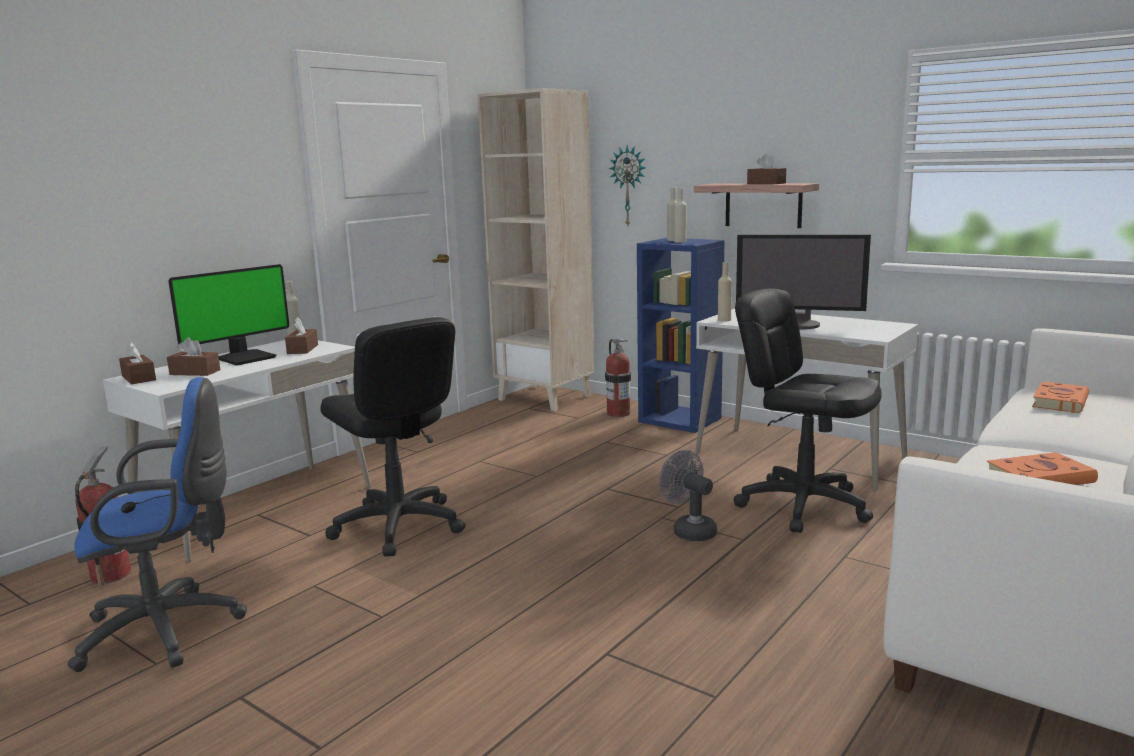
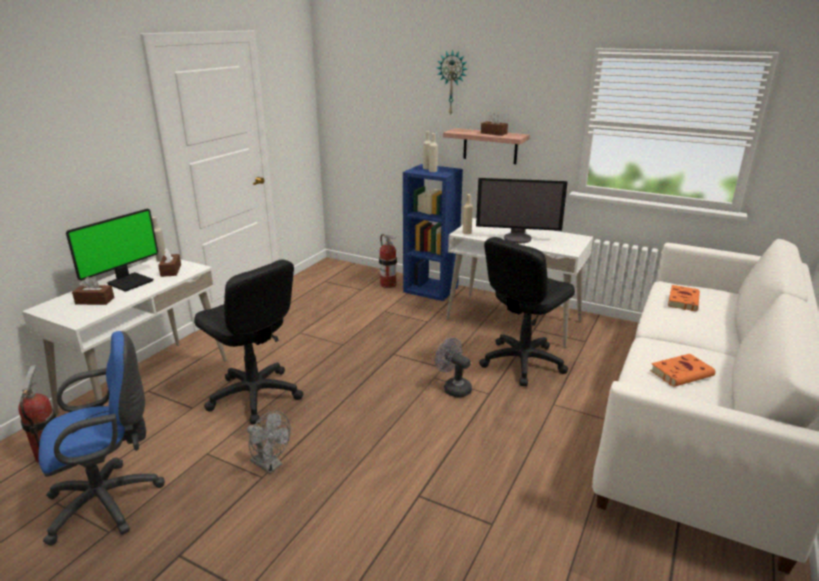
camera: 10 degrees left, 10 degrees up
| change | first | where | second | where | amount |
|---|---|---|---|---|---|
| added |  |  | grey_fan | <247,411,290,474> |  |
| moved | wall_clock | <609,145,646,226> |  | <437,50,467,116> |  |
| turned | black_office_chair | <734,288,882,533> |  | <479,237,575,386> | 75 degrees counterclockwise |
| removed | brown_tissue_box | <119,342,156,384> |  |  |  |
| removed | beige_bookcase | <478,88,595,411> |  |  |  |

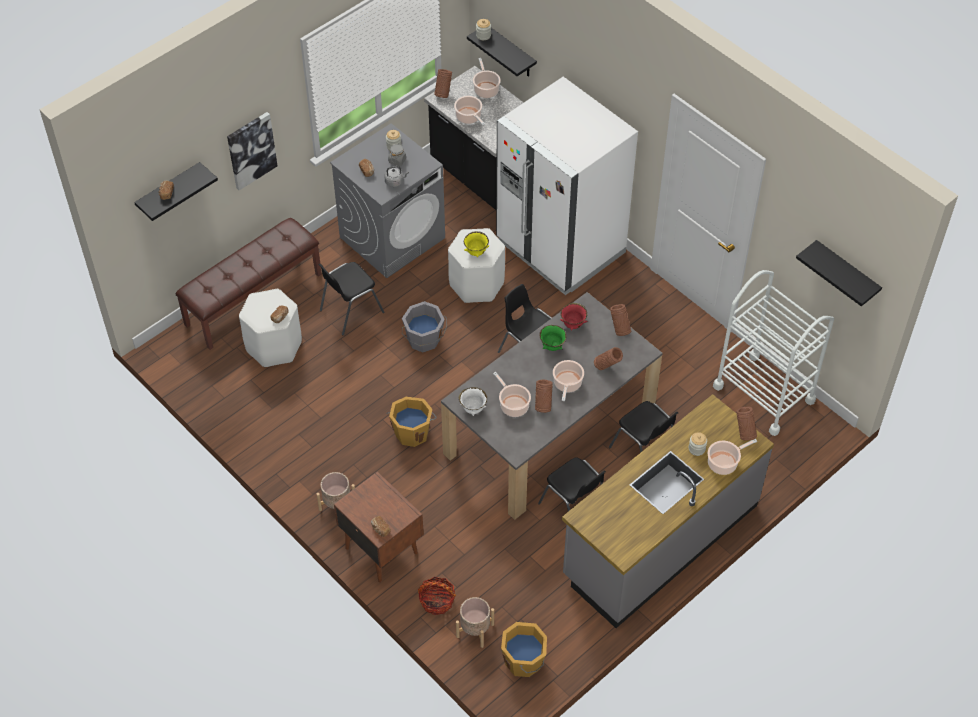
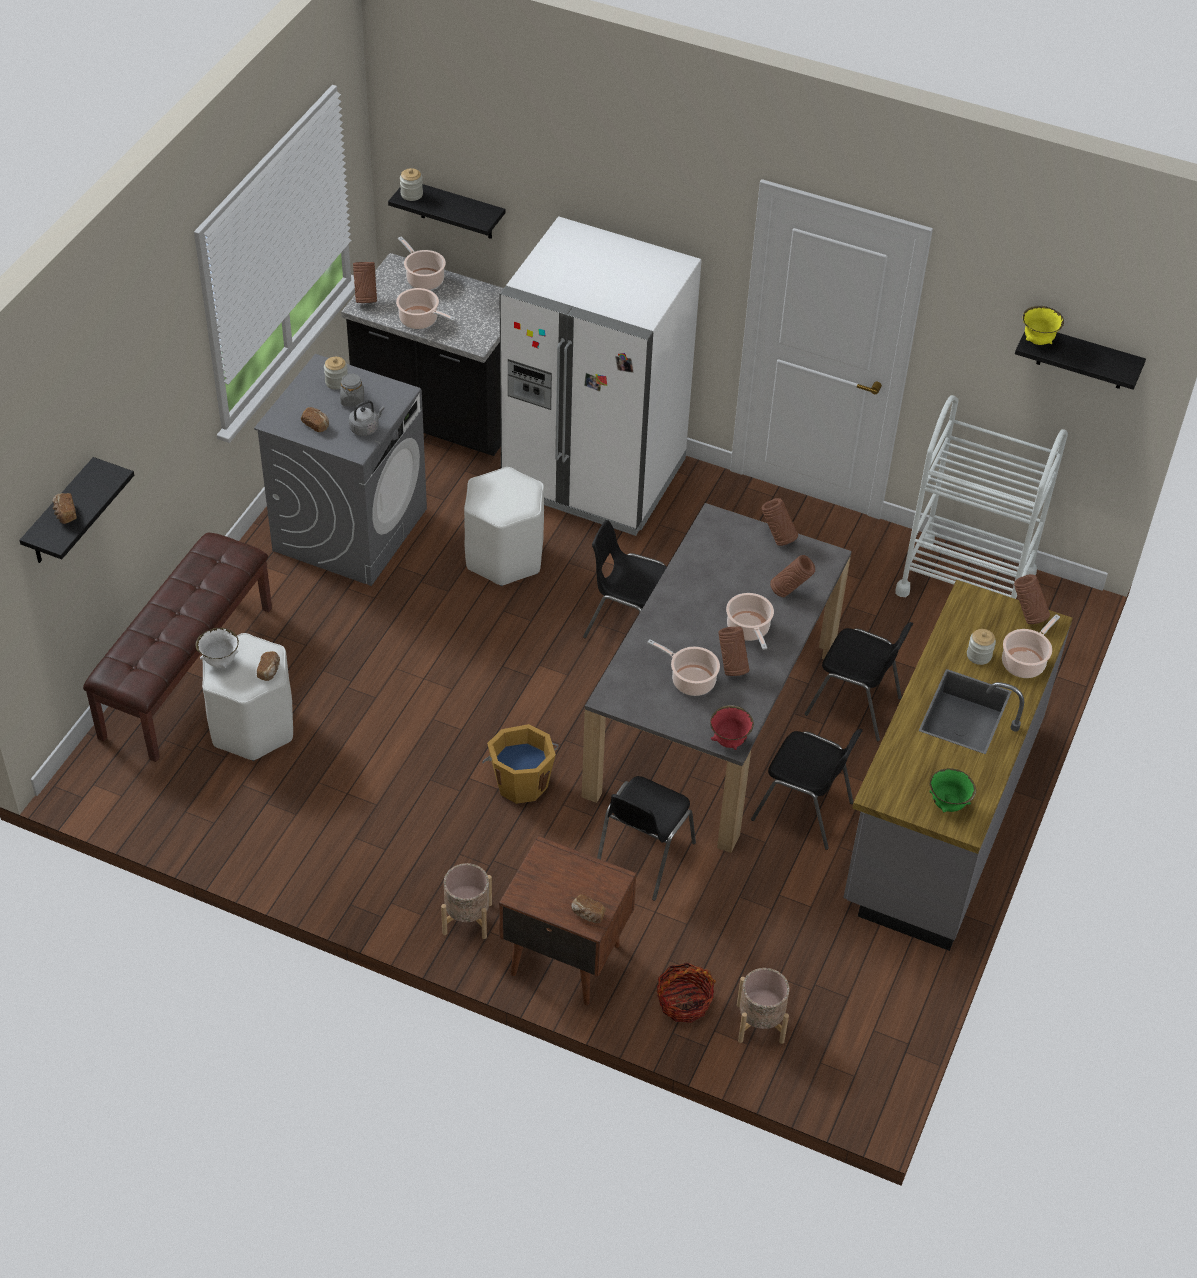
camera: 25 degrees left, 5 degrees down
| change | first | where | second | where | amount |
|---|---|---|---|---|---|
| moved | white_bowl | <459,387,487,416> |  | <195,628,239,668> |  |
| moved | black_chair | <319,262,384,336> |  | <597,776,696,901> |  |
| moved | red_bowl | <560,303,587,330> |  | <710,705,754,750> |  |
| moved | green_bowl | <539,325,566,351> |  | <929,768,976,812> |  |
| moved | yellow_bowl | <464,231,490,257> |  | <1023,306,1064,345> |  |
| removed | picture | <227,112,278,190> |  |  |  |
| removed | grey_bucket | <402,301,447,352> |  |  |  |
| removed | orange_bucket | <501,622,547,677> |  |  |  |

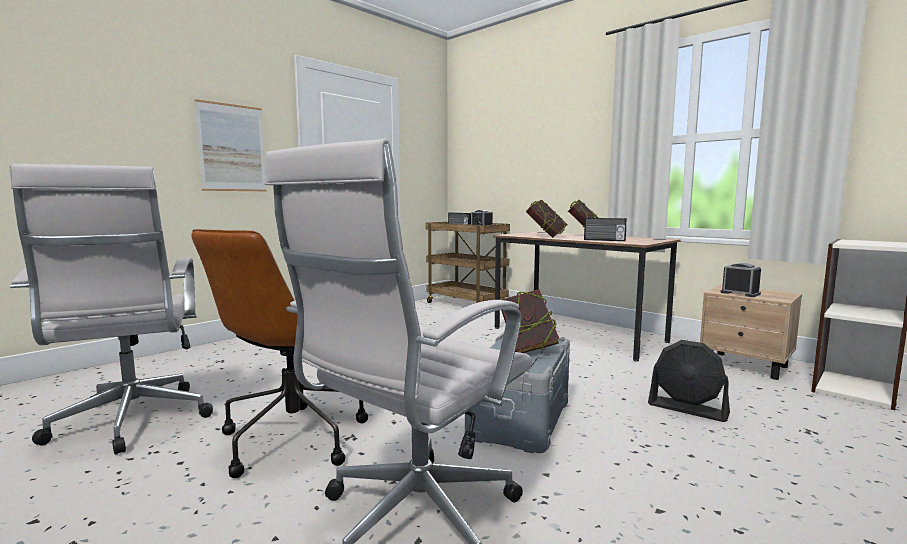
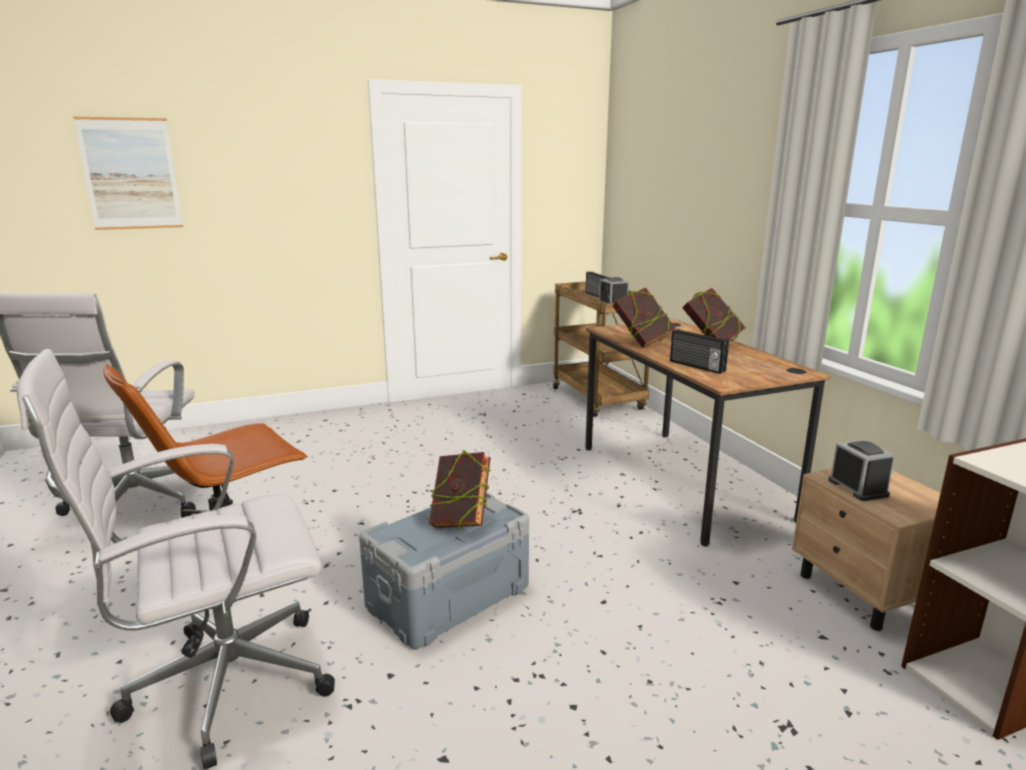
camera: 25 degrees right, 10 degrees up
| change | first | where | second | where | amount |
|---|---|---|---|---|---|
| moved | picture | <195,99,267,191> |  | <73,117,183,230> |  |
| removed | black_fan | <648,340,730,422> |  |  |  |

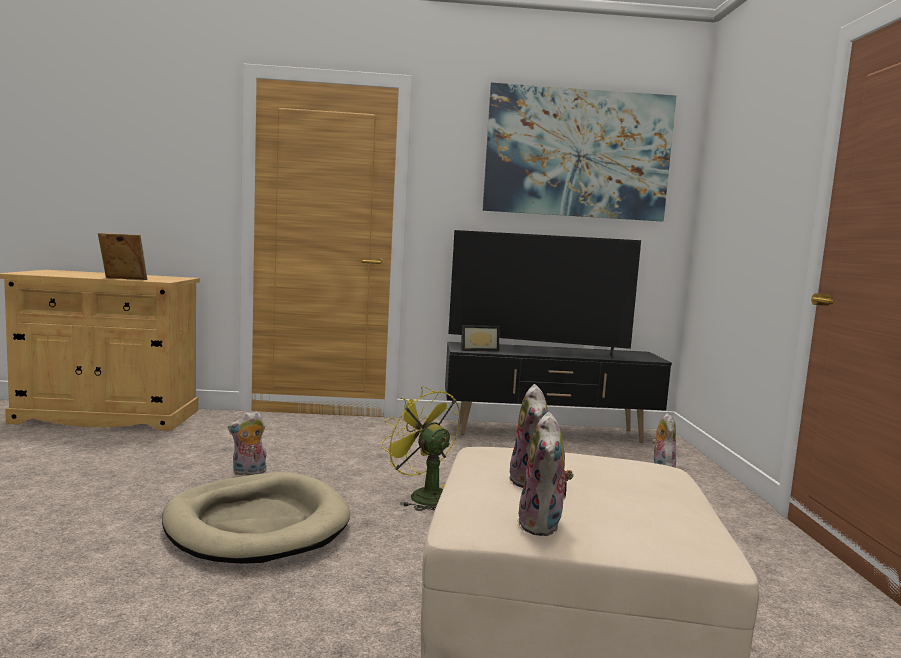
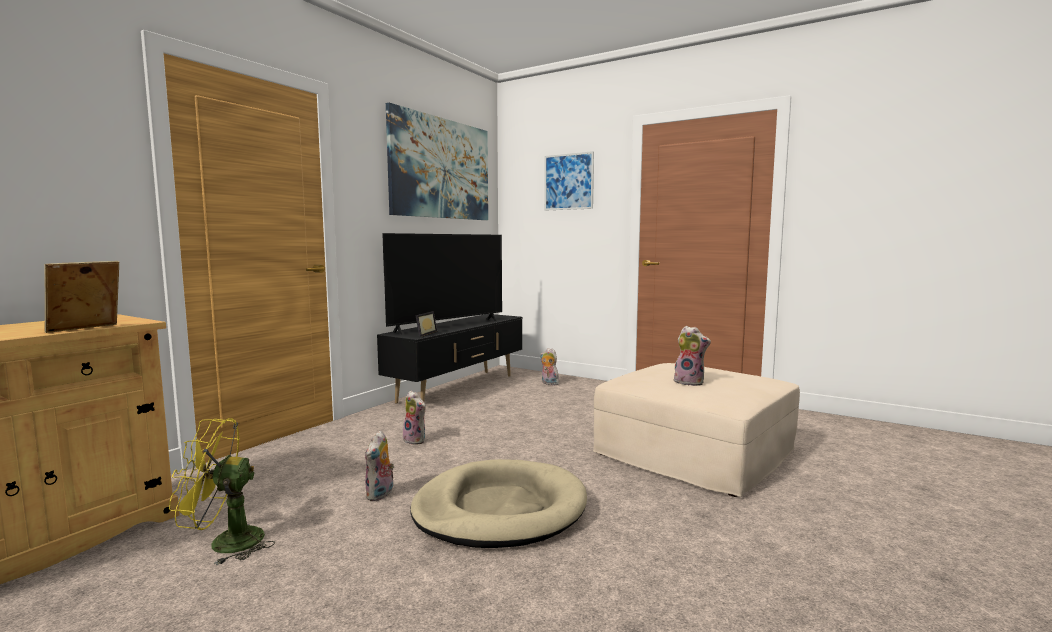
camera: 55 degrees left, 0 degrees up
| change | first | where | second | where | amount |
|---|---|---|---|---|---|
| moved | yellow_fan | <380,386,461,511> |  | <169,418,275,566> |  |
| moved | plush_toy | <517,412,573,536> |  | <403,391,426,445> |  |
| added |  |  | picture | <544,151,594,211> |  |

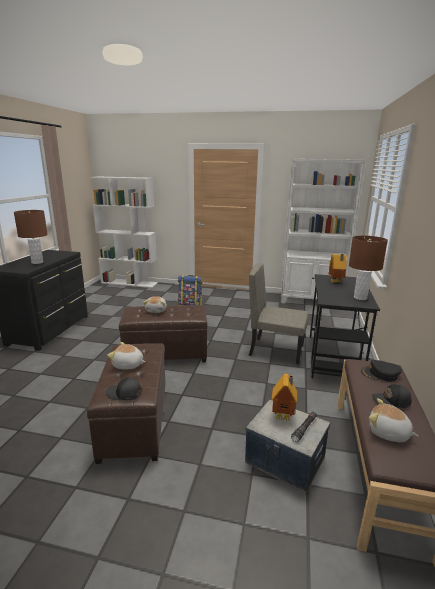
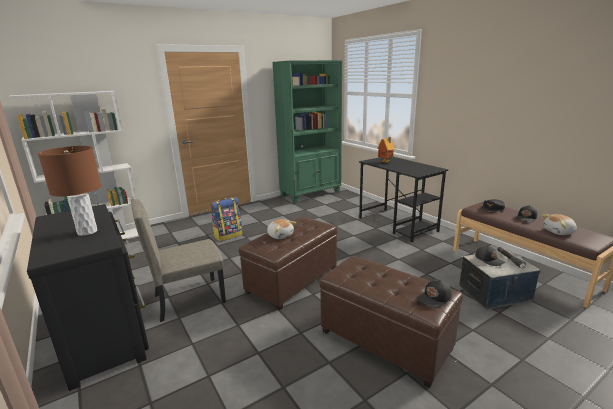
camera: 45 degrees left, 0 degrees up
| change | first | where | second | where | amount |
|---|---|---|---|---|---|
| moved | beige_chair | <249,263,309,364> |  | <131,199,226,322> |  |
| recoloured | white_bookcase | <281,159,365,303> | green_bookcase | <272,60,342,203> |  |
| replaced | toy_house | <272,374,297,421> | black_cap | <475,246,505,266> |  |
| removed | plush_toy | <107,342,145,370> |  |  |  |
| removed | brown_table_lamp | <349,236,388,300> |  |  |  |

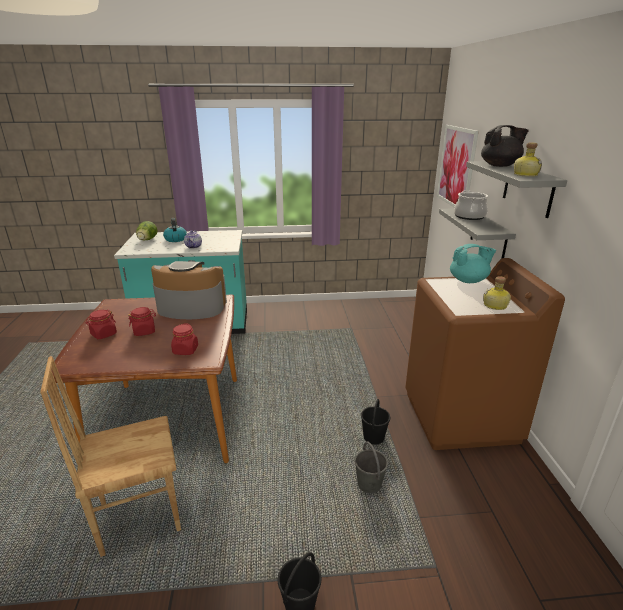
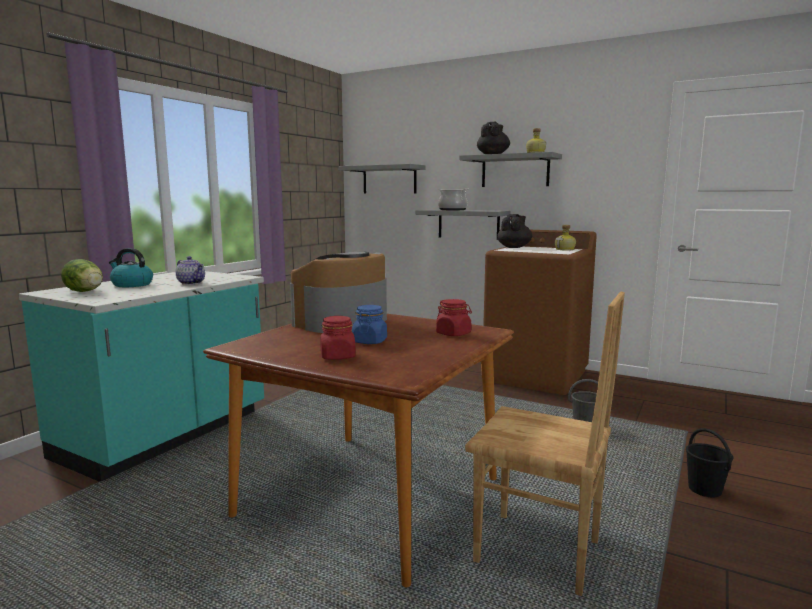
camera: 55 degrees left, 15 degrees down
| change | first | where | second | where | amount |
|---|---|---|---|---|---|
| replaced | picture | <437,125,479,207> | grey_shelf | <339,164,425,194> |  |
| recoloured | red_jar | <128,307,156,336> | blue_jar | <352,305,387,344> |  |
| turned | brown_chair | <40,356,181,557> |  | <465,292,625,596> | 75 degrees counterclockwise |
| recoloured | turquoise_teapot | <450,244,496,283> | black_teapot | <497,214,532,248> |  |
| removed | black_bucket | <361,399,390,445> |  |  |  |

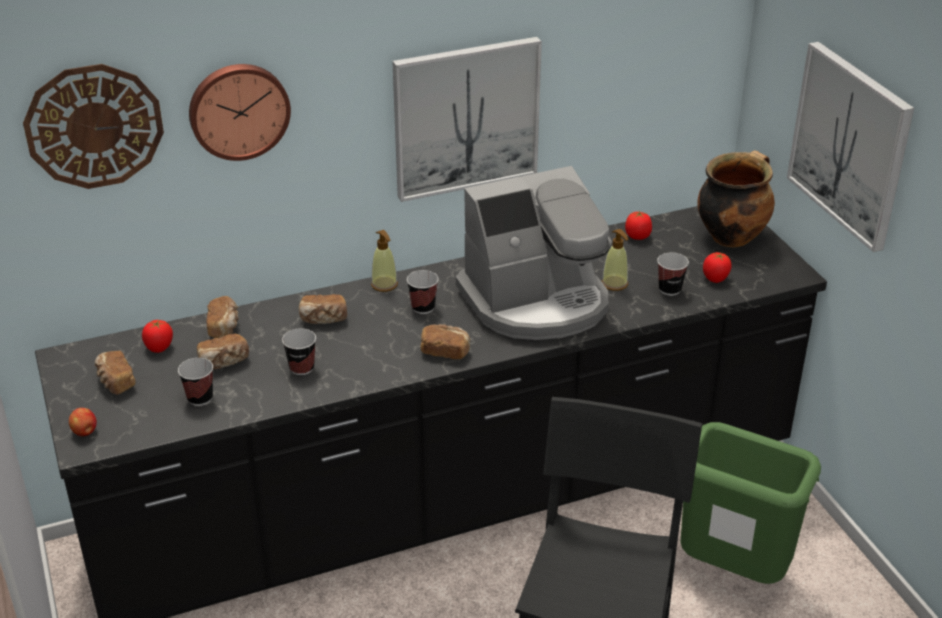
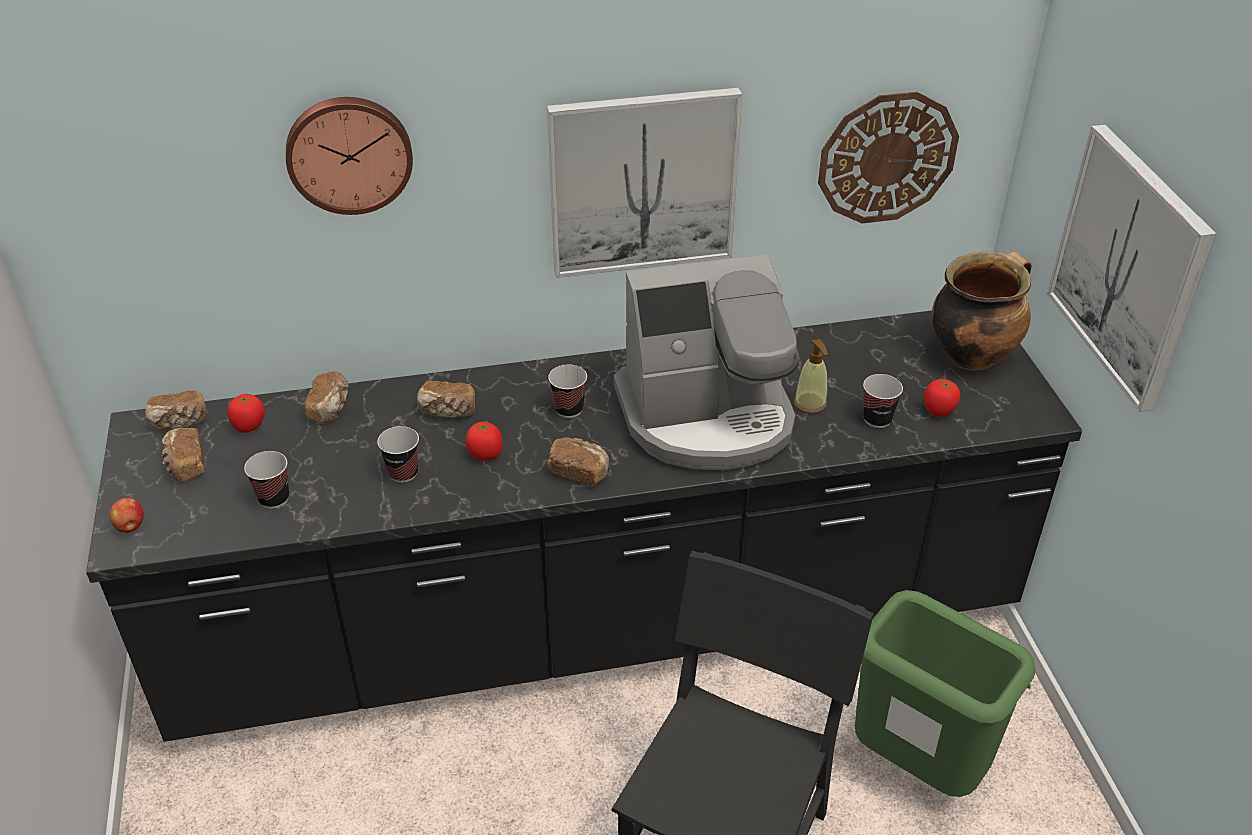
camera: 10 degrees right, 5 degrees up
| change | first | where | second | where | amount |
|---|---|---|---|---|---|
| moved | bread | <197,333,249,369> |  | <145,390,208,430> |  |
| moved | tomato | <625,210,652,240> |  | <466,422,503,461> |  |
| moved | wall_clock | <23,64,164,189> |  | <818,92,959,223> |  |
| removed | soap_dispenser | <371,230,398,292> |  |  |  |

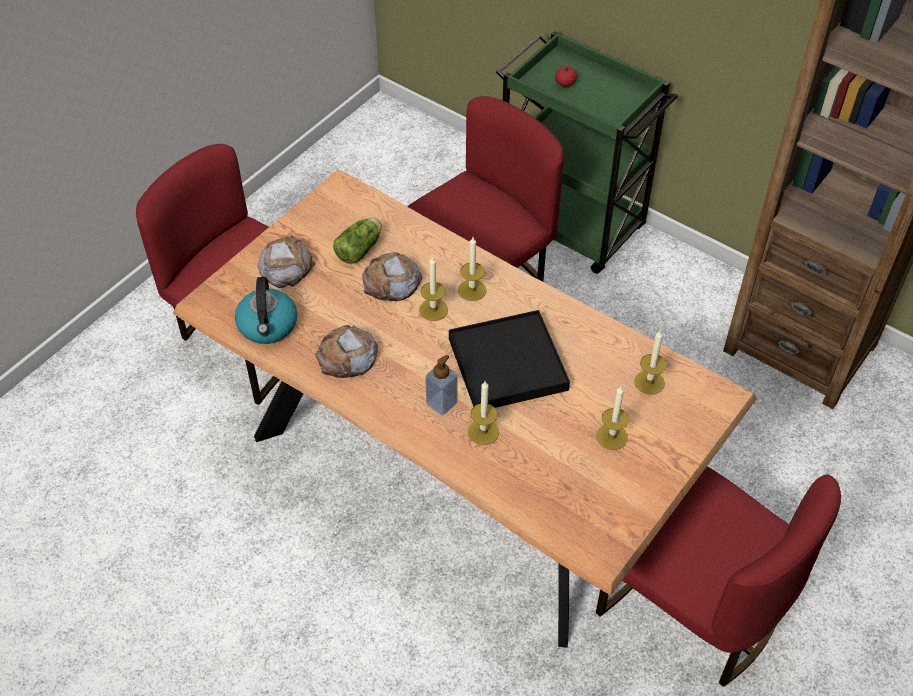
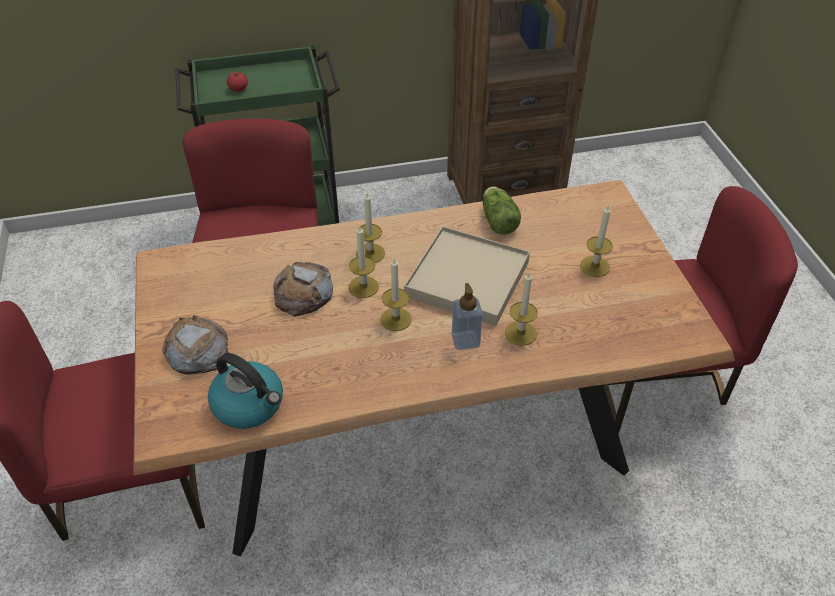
camera: 50 degrees left, 5 degrees down
| change | first | where | second | where | amount |
|---|---|---|---|---|---|
| moved | candle | <634,330,667,395> |  | <380,258,412,331> |  |
| recoloured | black_tray | <449,310,570,408> | beige_tray | <404,226,530,326> |  |
| moved | lettuce | <333,218,382,264> |  | <483,187,521,235> |  |
| removed | bread | <315,325,378,378> |  |  |  |

